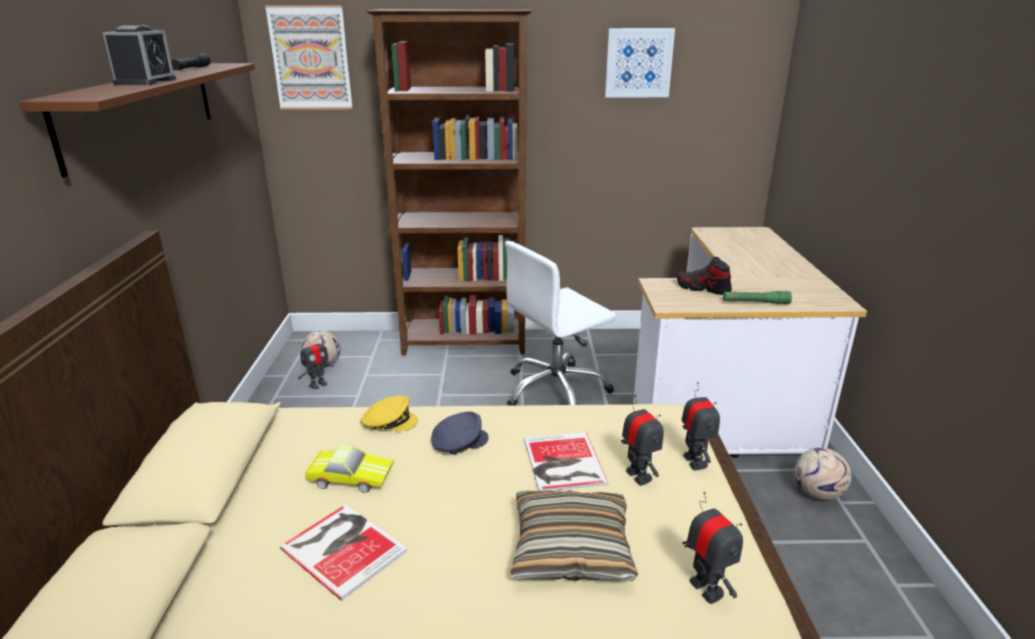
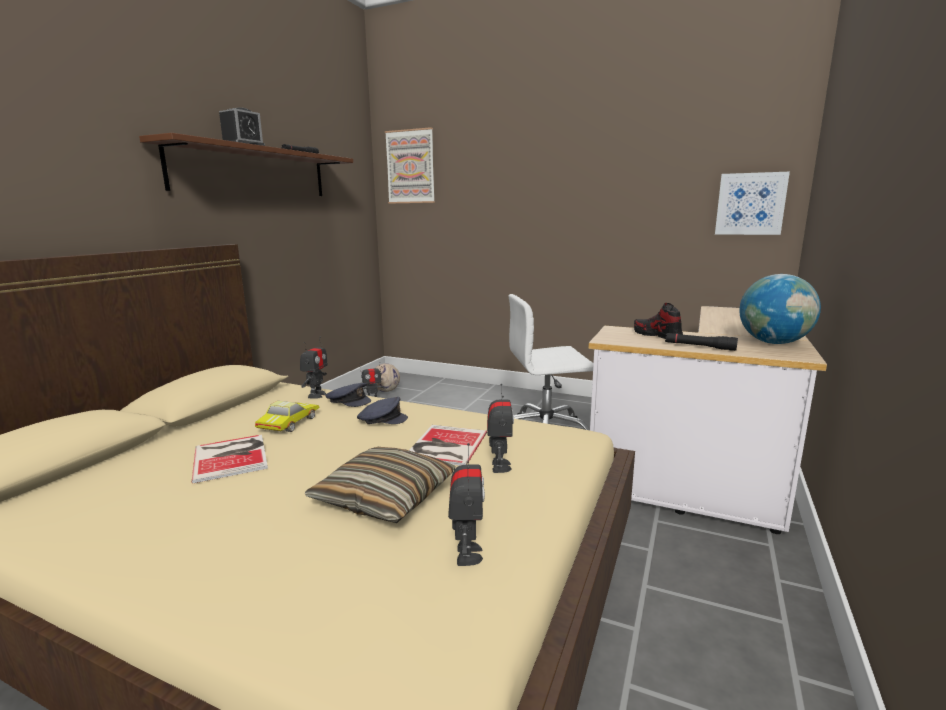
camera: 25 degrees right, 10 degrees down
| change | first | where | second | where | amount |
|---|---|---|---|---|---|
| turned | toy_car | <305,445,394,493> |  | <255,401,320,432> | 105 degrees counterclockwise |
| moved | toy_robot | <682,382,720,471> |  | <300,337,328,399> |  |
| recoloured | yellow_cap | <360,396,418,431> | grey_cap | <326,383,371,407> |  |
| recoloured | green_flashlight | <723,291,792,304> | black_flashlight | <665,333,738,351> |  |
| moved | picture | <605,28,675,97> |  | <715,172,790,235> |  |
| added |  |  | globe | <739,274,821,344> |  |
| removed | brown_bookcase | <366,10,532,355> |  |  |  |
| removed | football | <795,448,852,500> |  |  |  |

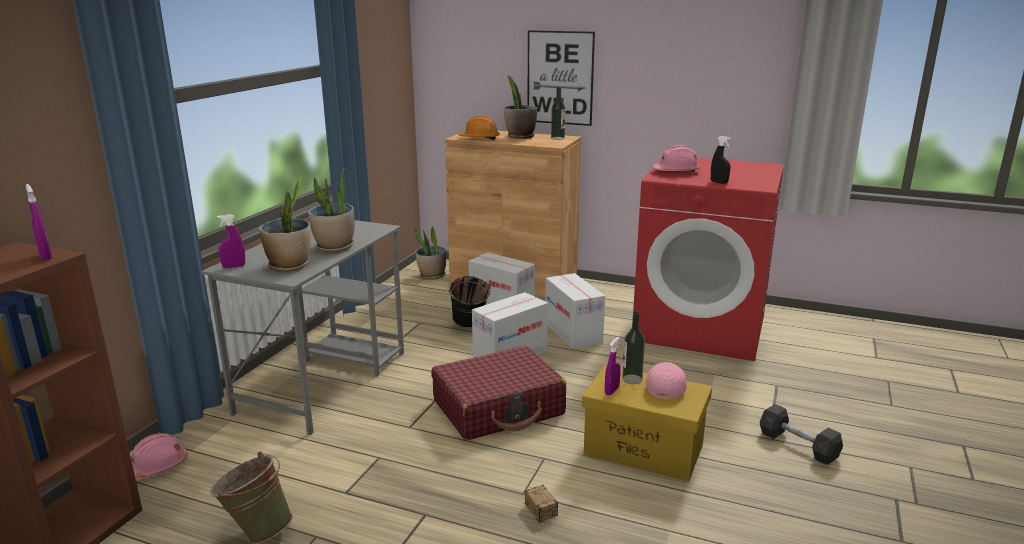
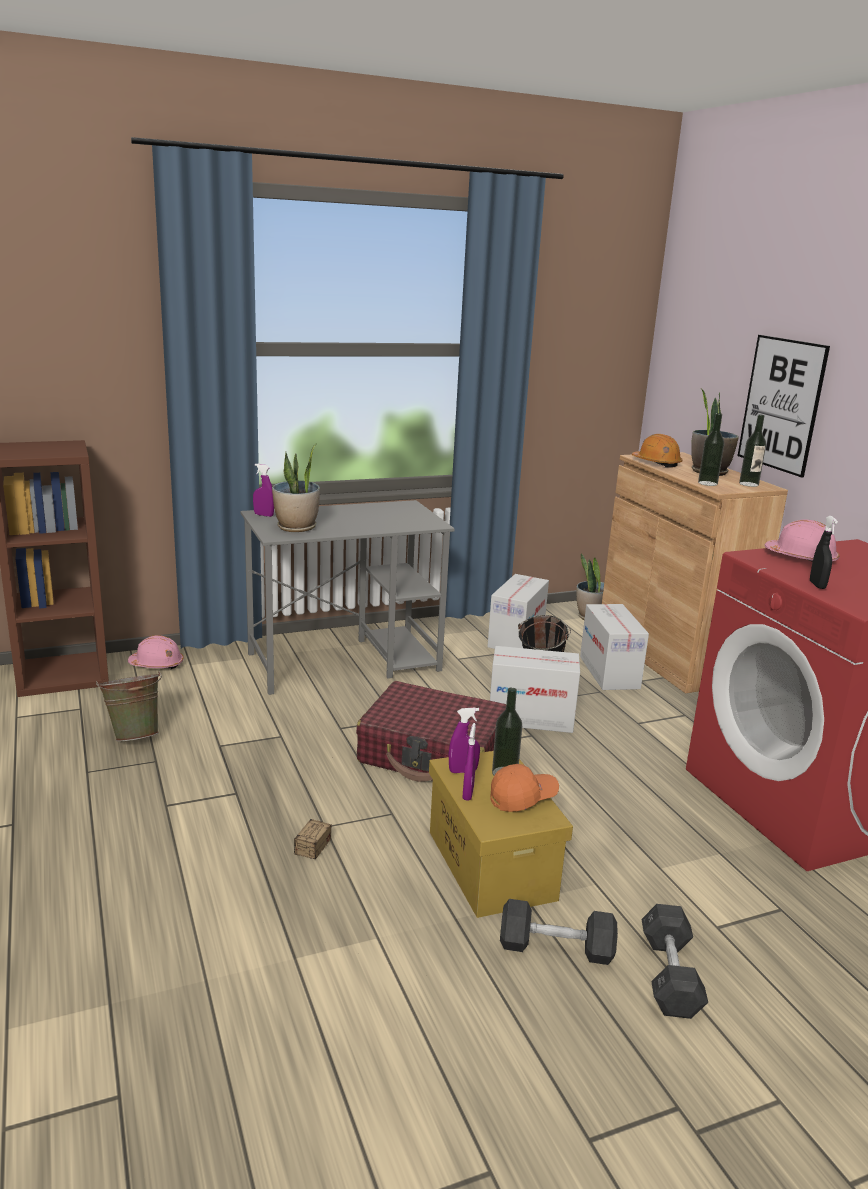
camera: 45 degrees right, 0 degrees up
| change | first | where | second | where | amount |
|---|---|---|---|---|---|
| moved | purple_spray_bottle | <26,184,52,260> |  | <462,723,476,801> |  |
| moved | cardboard_box | <545,273,605,349> |  | <487,574,549,649> |  |
| recoloured | pink_cap | <645,362,687,400> | orange_cap | <490,764,559,812> |  |
| added |  |  | grey_dumbbell | <500,899,618,965> |  |
| added |  |  | bottle | <698,413,724,486> |  |
| removed | potted_plant | <308,168,355,252> |  |  |  |

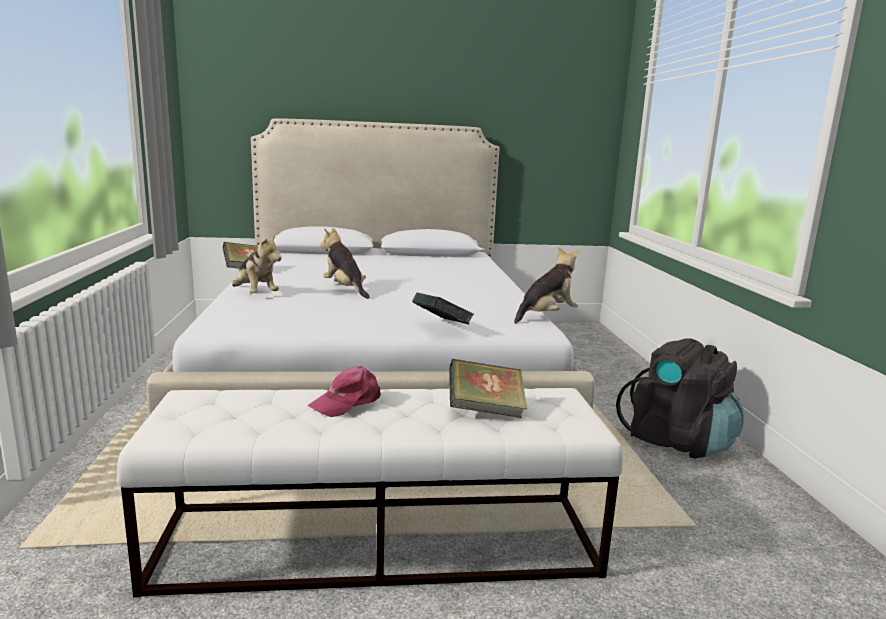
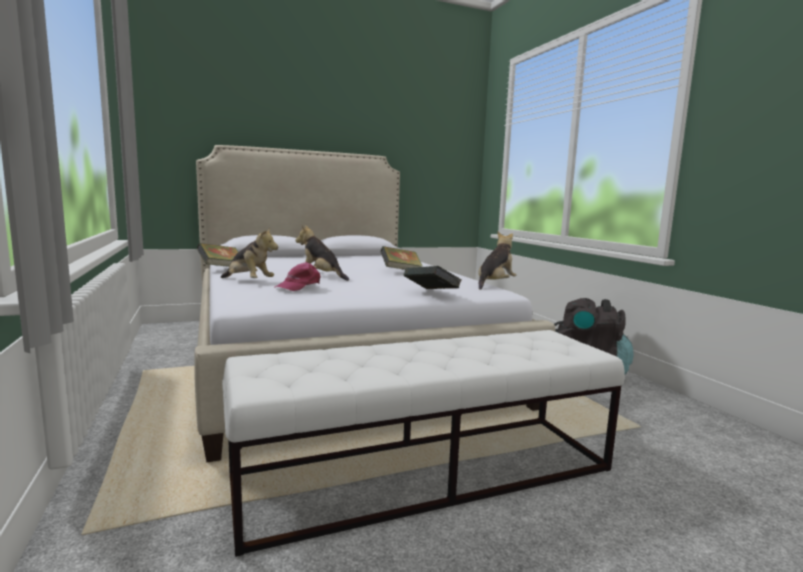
camera: 15 degrees left, 5 degrees down
| change | first | where | second | where | amount |
|---|---|---|---|---|---|
| moved | pink_cap | <307,366,381,417> |  | <275,262,320,291> |  |
| moved | book | <449,359,527,418> |  | <381,246,423,270> |  |

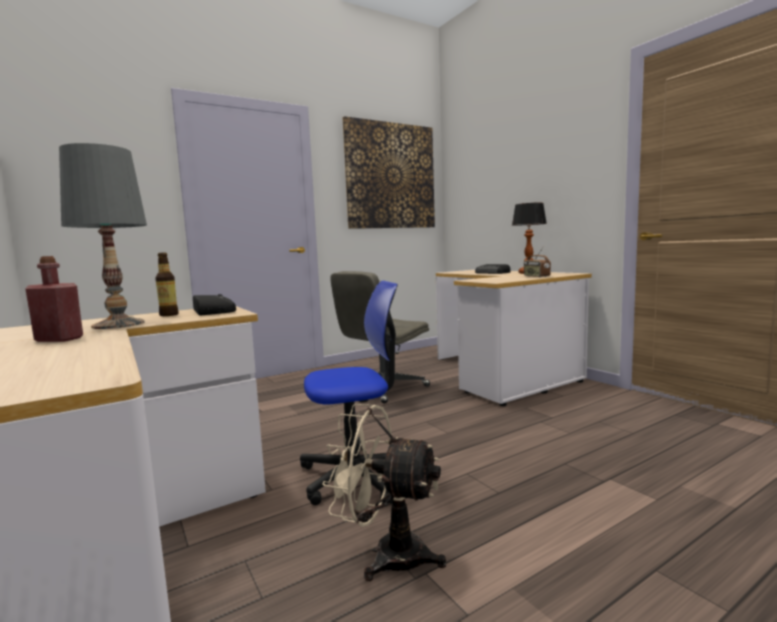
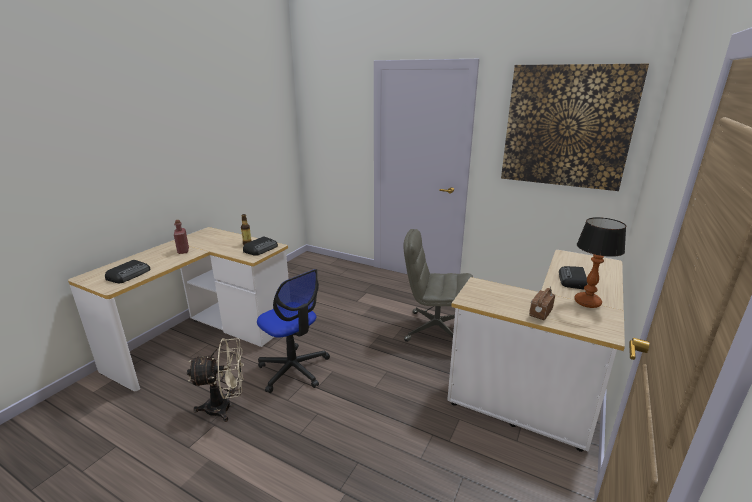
camera: 60 degrees right, 15 degrees up
| change | first | where | second | where | amount |
|---|---|---|---|---|---|
| added |  |  | radio | <105,260,151,283> |  |
| turned | beige_fan | <322,404,446,581> |  | <187,338,244,422> | 90 degrees clockwise |
| removed | grey_table_lamp | <59,143,147,329> |  |  |  |

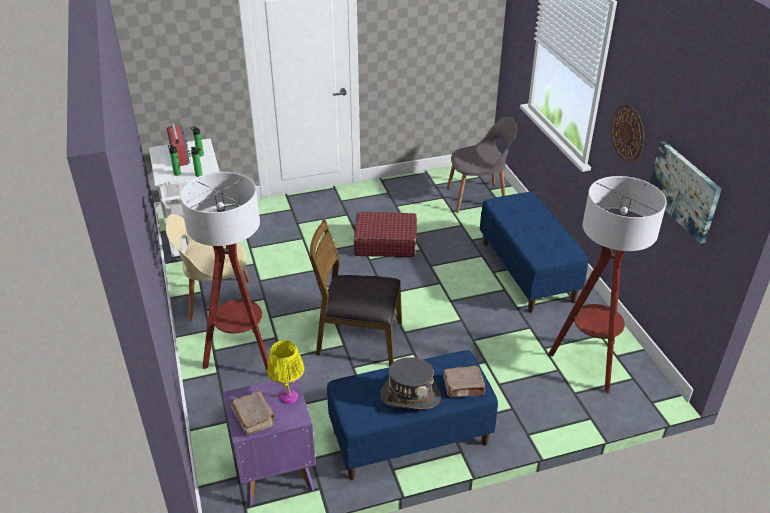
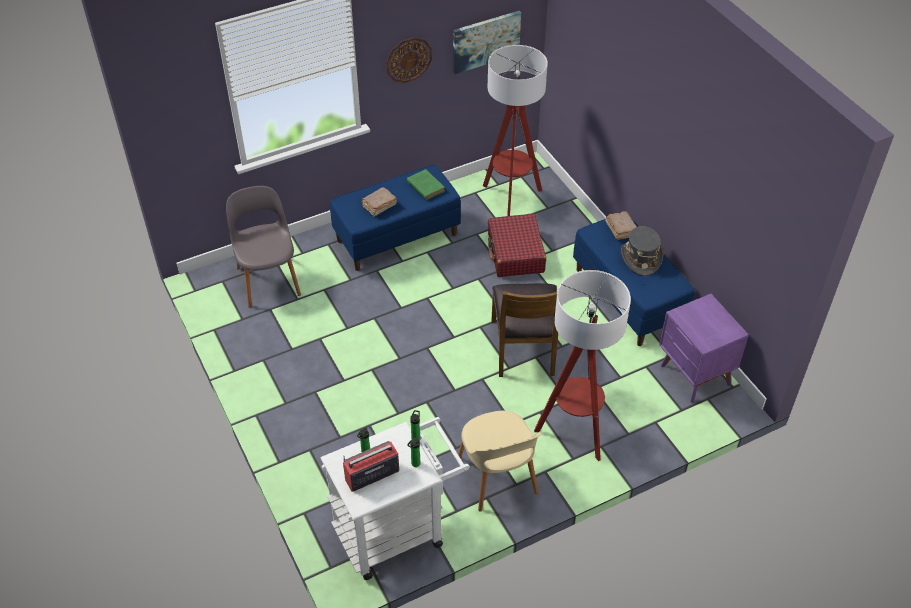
camera: 100 degrees left, 10 degrees up
| change | first | where | second | where | amount |
|---|---|---|---|---|---|
| moved | brown_book | <231,391,276,435> |  | <361,187,397,217> |  |
| added |  |  | green_book | <407,169,445,200> |  |
| moved | red_suitcase | <354,212,417,257> |  | <488,214,546,277> |  |
| removed | yellow_table_lamp | <267,340,304,404> |  |  |  |

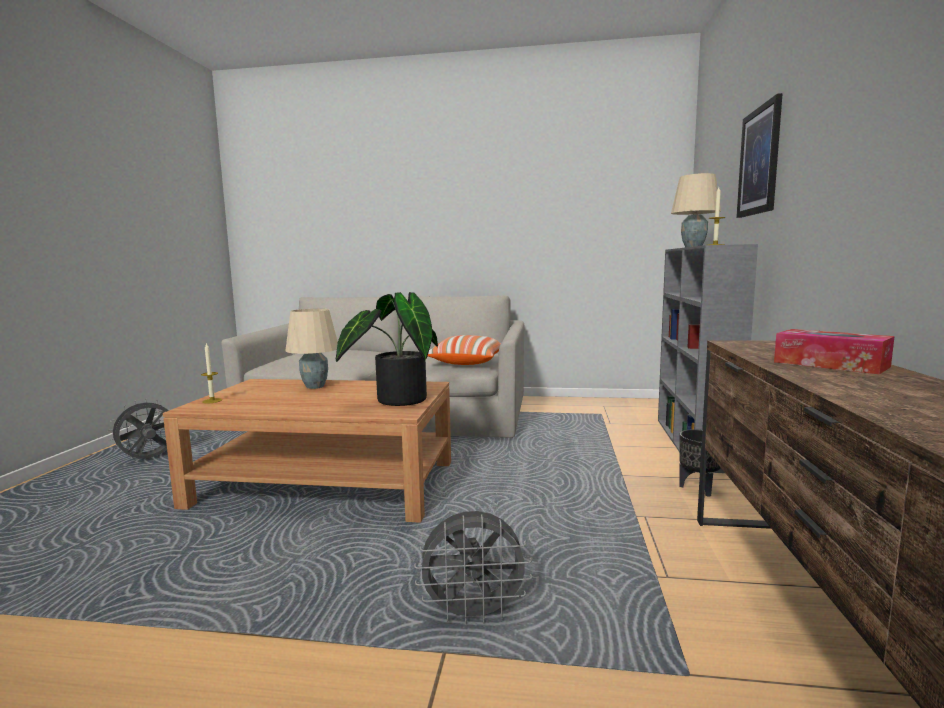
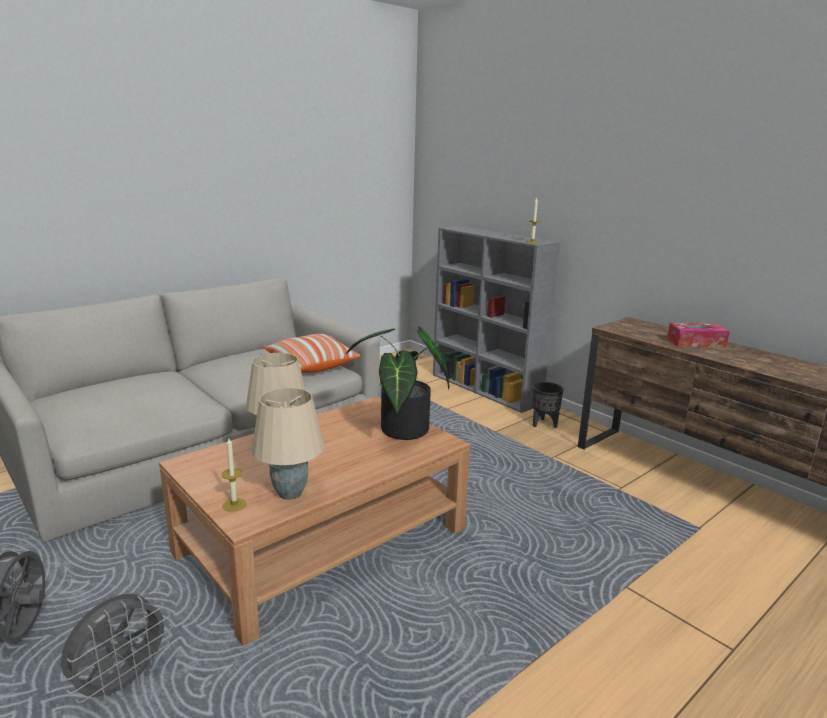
camera: 50 degrees left, 10 degrees up
| change | first | where | second | where | amount |
|---|---|---|---|---|---|
| moved | grey_fan | <414,511,532,625> |  | <61,594,172,705> |  |
| moved | beige_table_lamp | <671,173,721,247> |  | <252,388,324,500> |  |
| removed | picture | <736,93,783,218> |  |  |  |

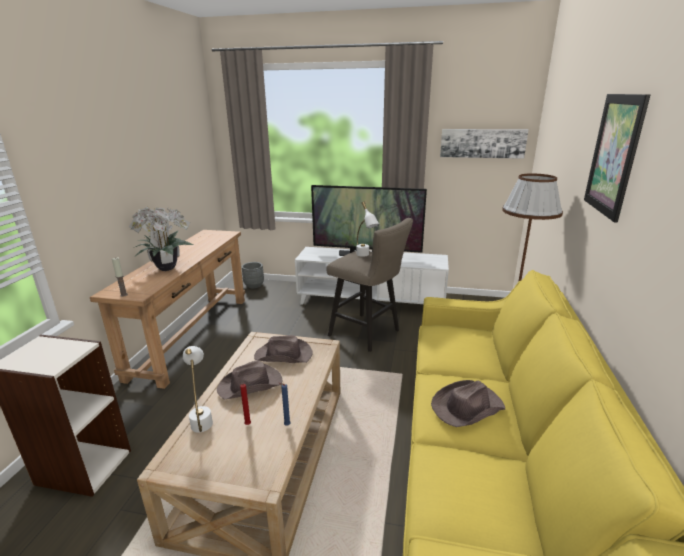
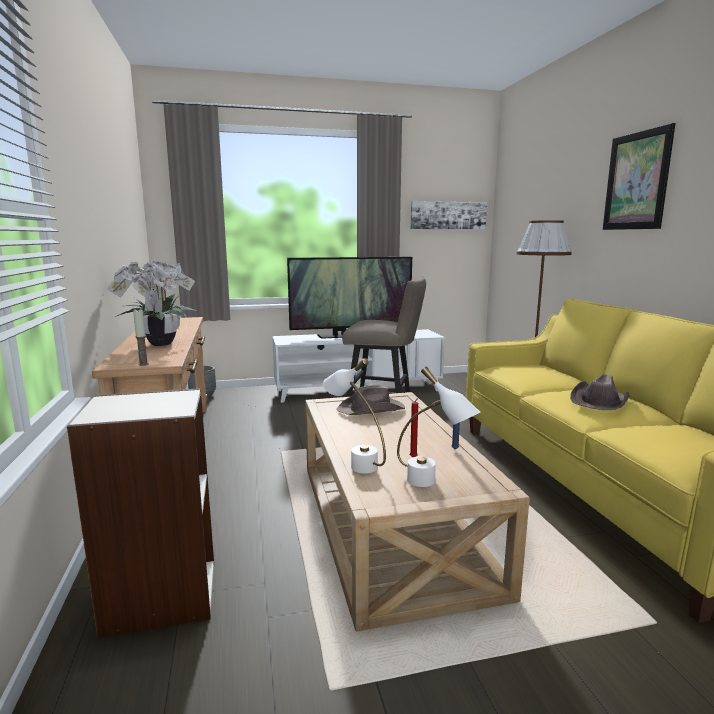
camera: 25 degrees left, 10 degrees down
| change | first | where | second | where | amount |
|---|---|---|---|---|---|
| moved | white_table_lamp | <357,202,380,257> |  | <397,367,480,487> |  |
| removed | brown_hat | <217,360,282,399> |  |  |  |

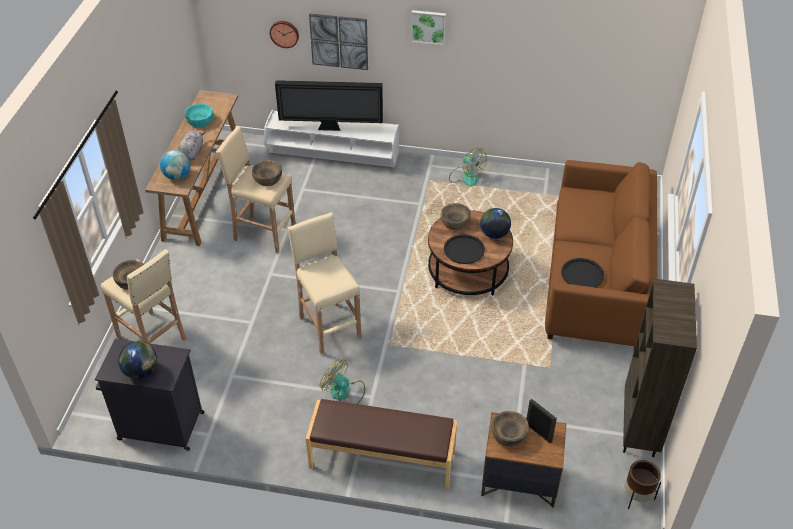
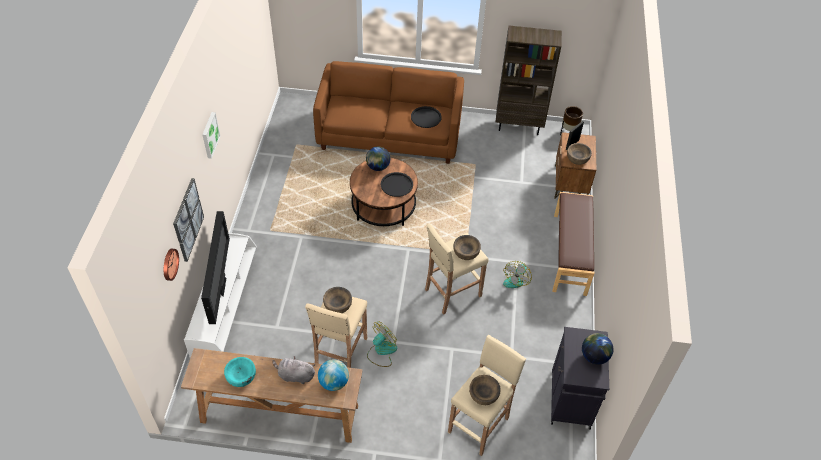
camera: 95 degrees left, 5 degrees up
| change | first | where | second | where | amount |
|---|---|---|---|---|---|
| moved | fan | <449,148,487,186> |  | <367,321,397,367> |  |
| moved | brown_bowl | <441,203,471,230> |  | <453,235,481,260> |  |

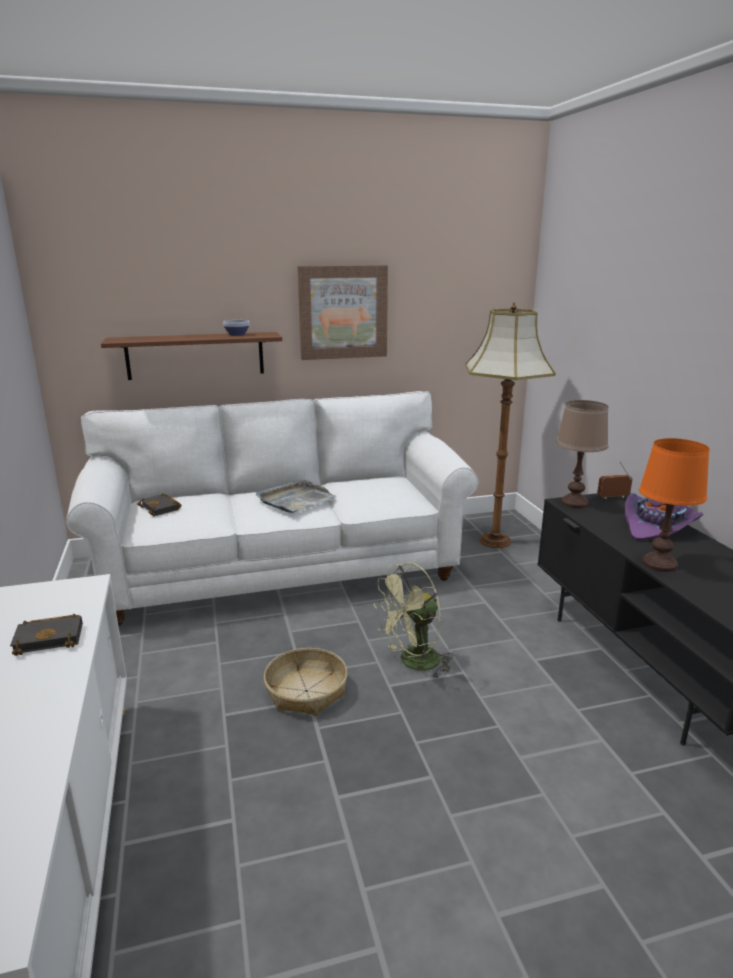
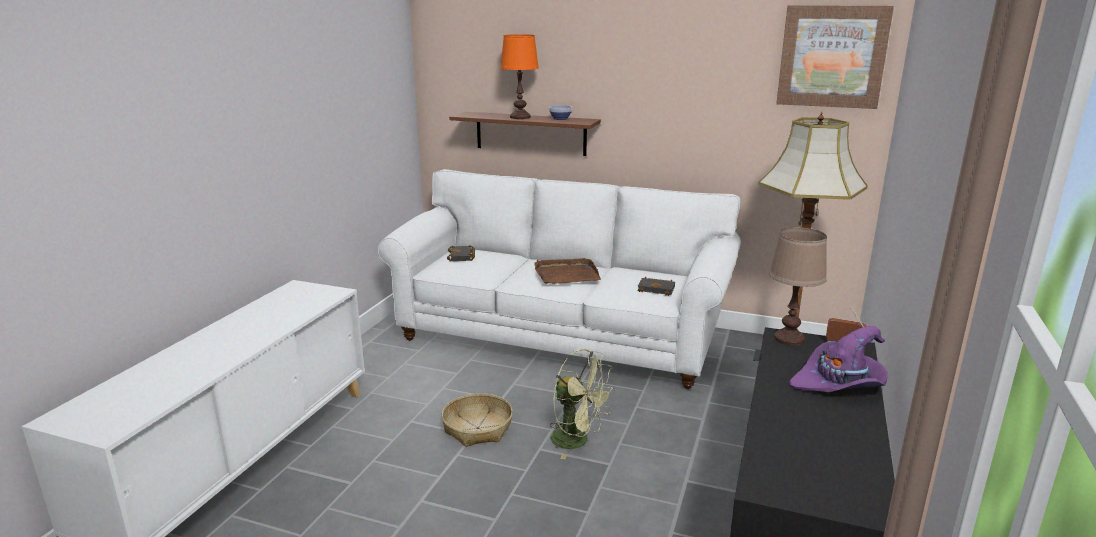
camera: 35 degrees right, 0 degrees up
| change | first | where | second | where | amount |
|---|---|---|---|---|---|
| moved | orange_table_lamp | <639,438,710,572> |  | <500,34,539,119> |  |
| recoloured | grey_tray | <256,480,337,513> | brown_tray | <534,258,601,284> |  |
| turned | green_fan | <374,563,453,678> |  | <550,349,615,459> | 150 degrees counterclockwise |
| moved | black_book | <10,614,83,656> |  | <638,277,675,296> |  |
| moved | picture | <297,265,388,360> |  | <776,5,894,109> |  |

